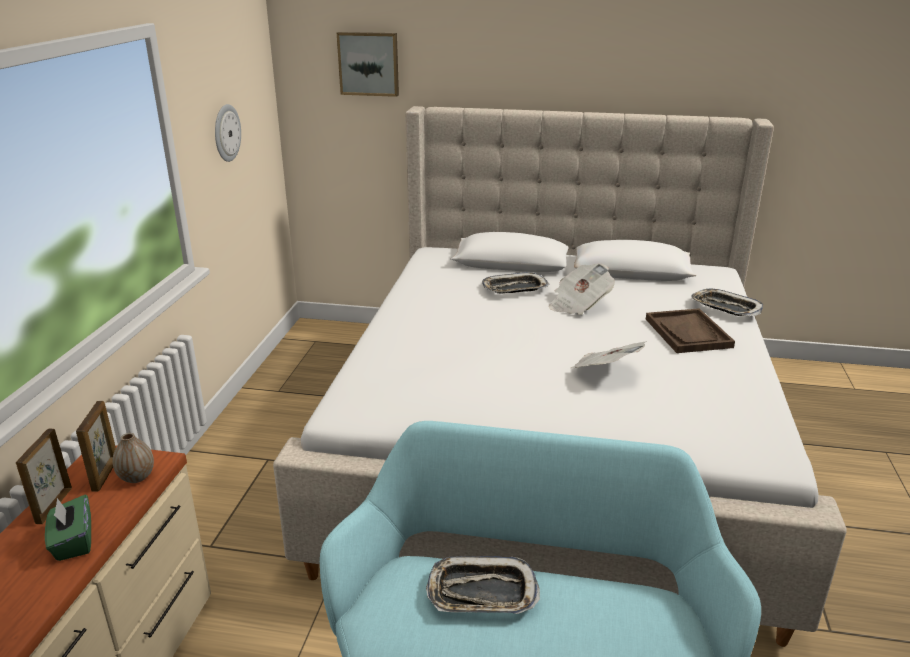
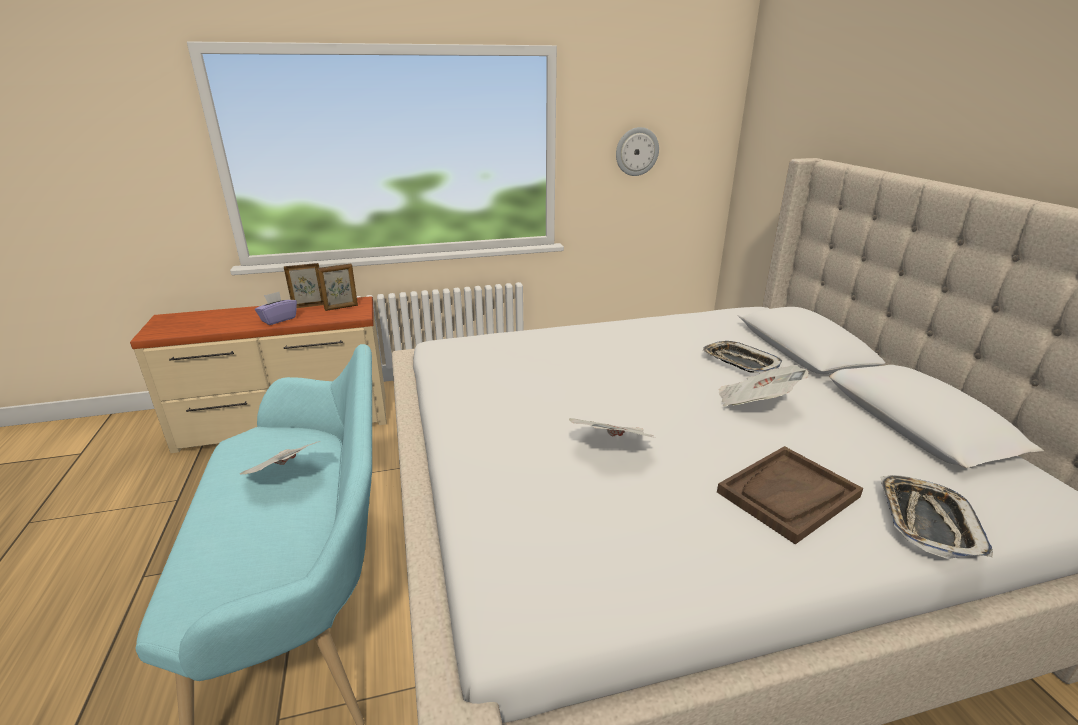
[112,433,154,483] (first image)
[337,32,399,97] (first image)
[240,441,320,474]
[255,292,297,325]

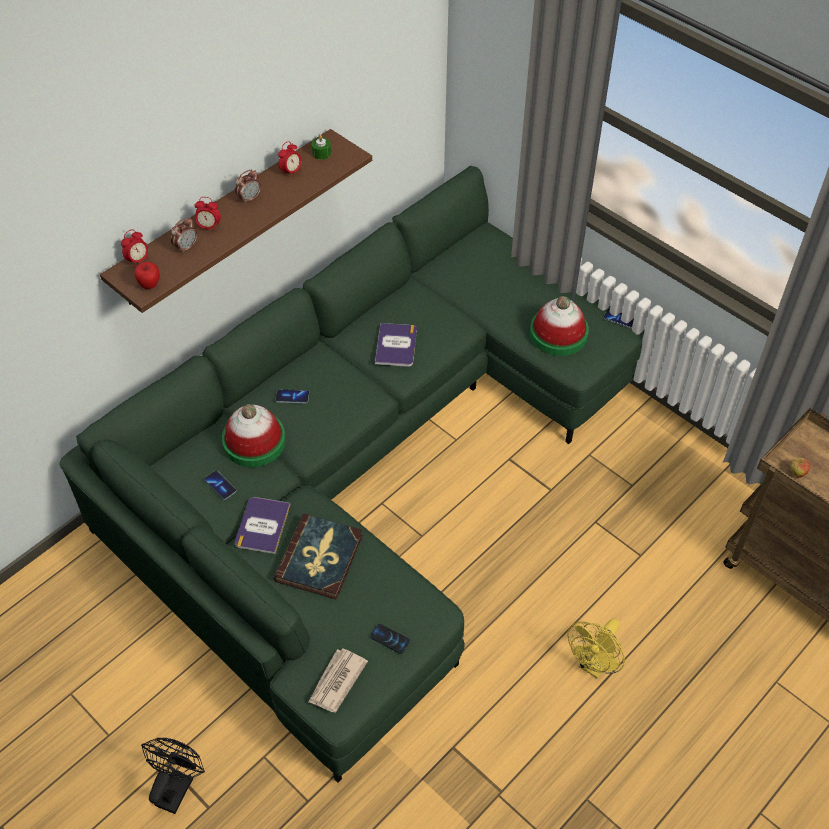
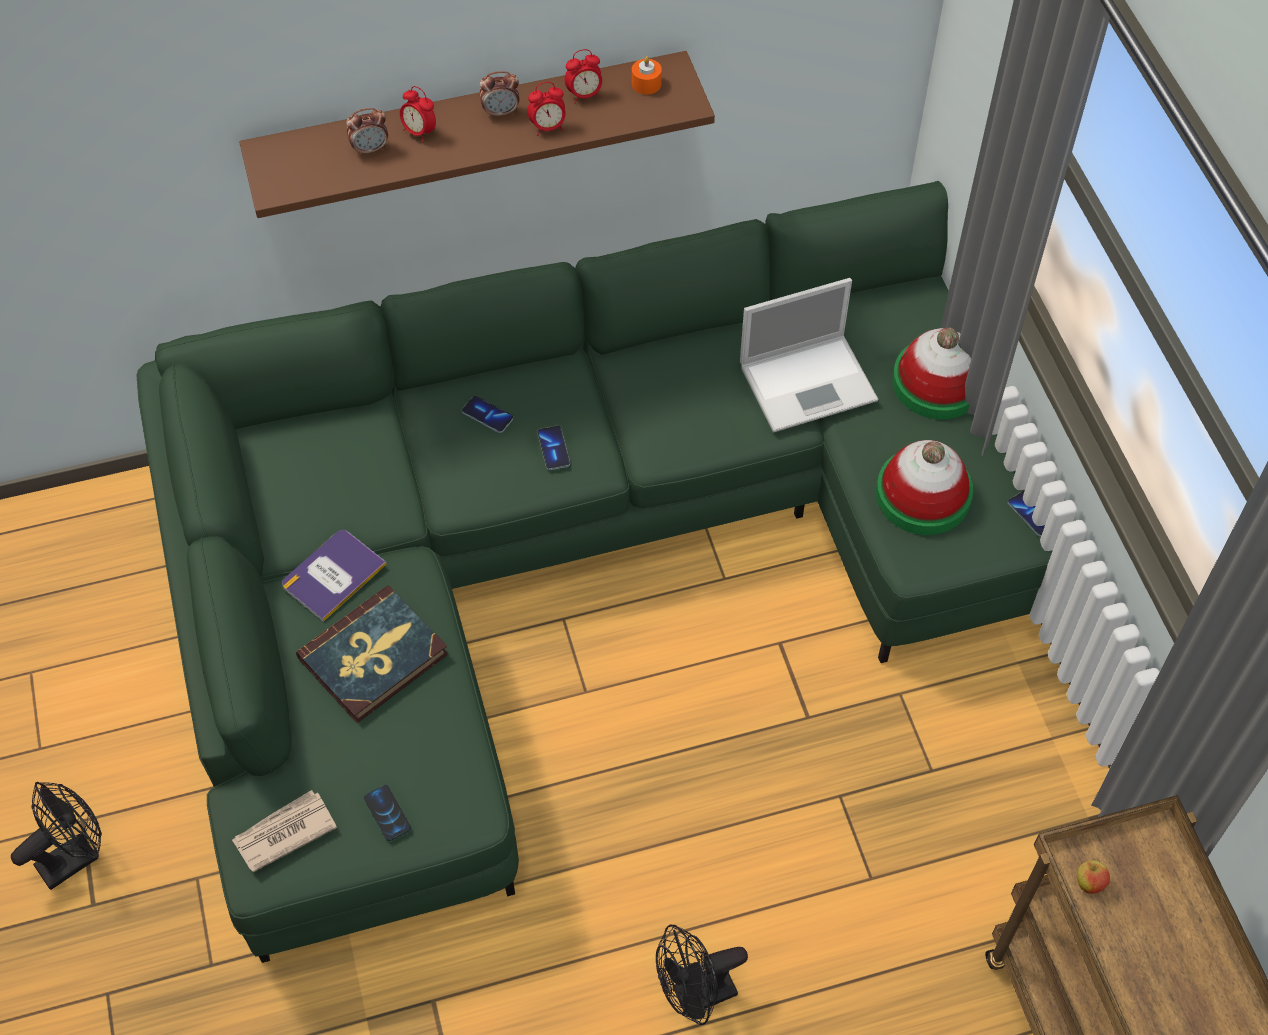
[134,262,160,289] (first image)
[375,323,417,367] (first image)
[740,278,878,432]
[527,82,566,136]
[537,426,570,470]
[892,327,971,419]
[632,56,662,95]
[656,925,748,1025]

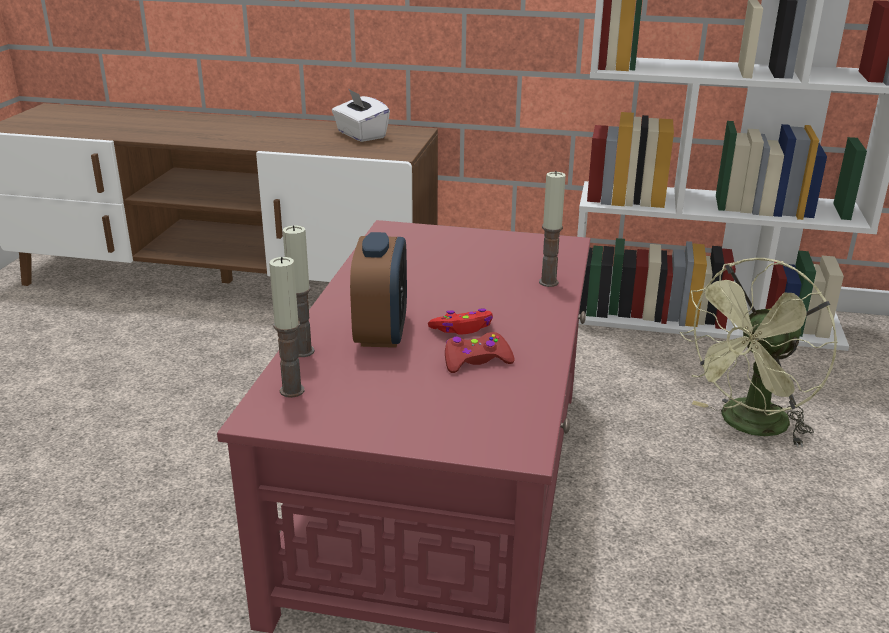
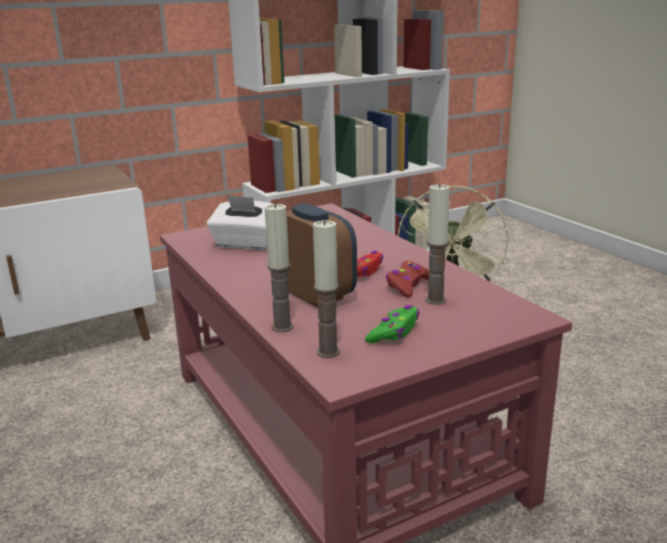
[365,305,419,343]
[207,195,273,250]
[425,183,450,305]

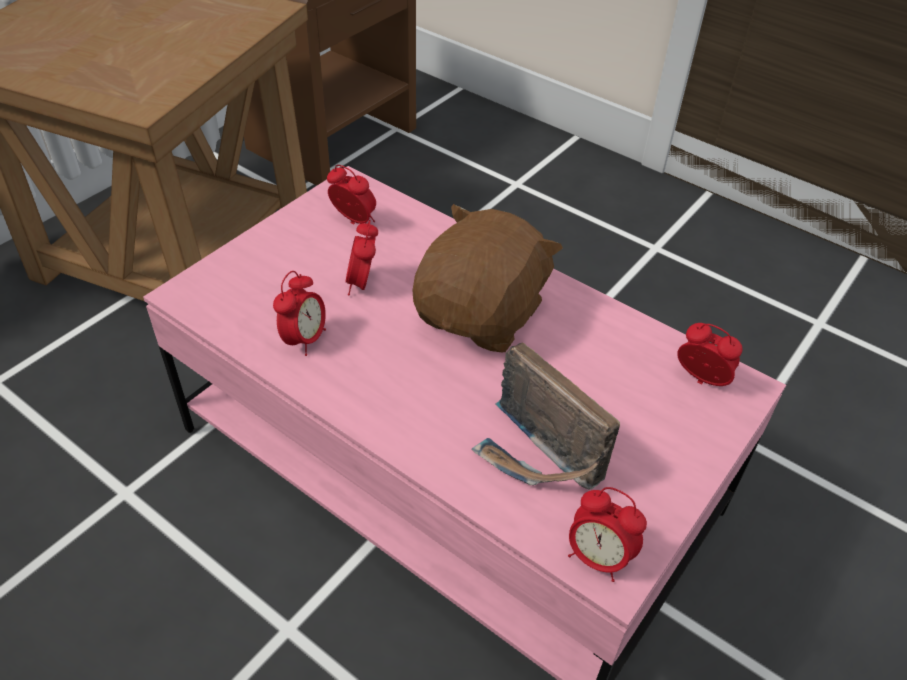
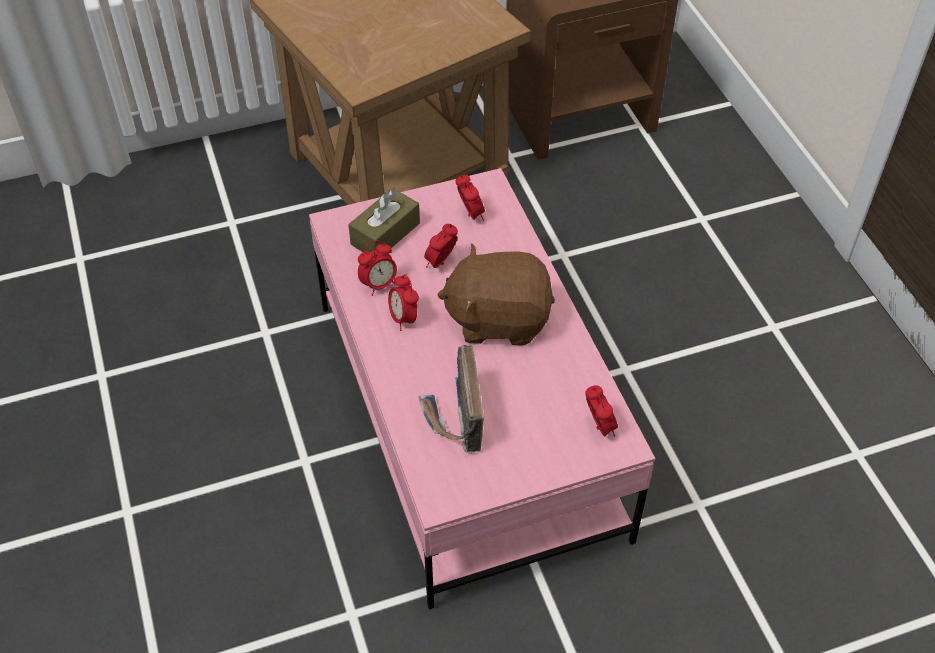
[348,188,420,252]
[388,274,419,331]
[437,243,555,346]

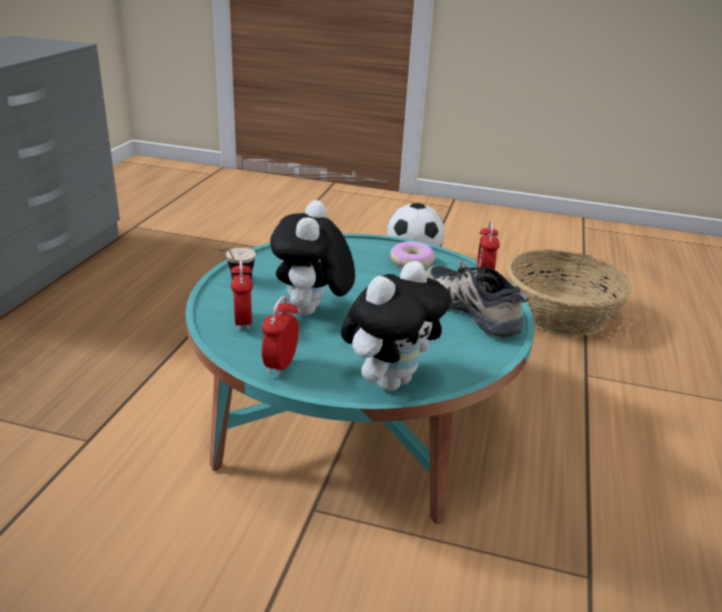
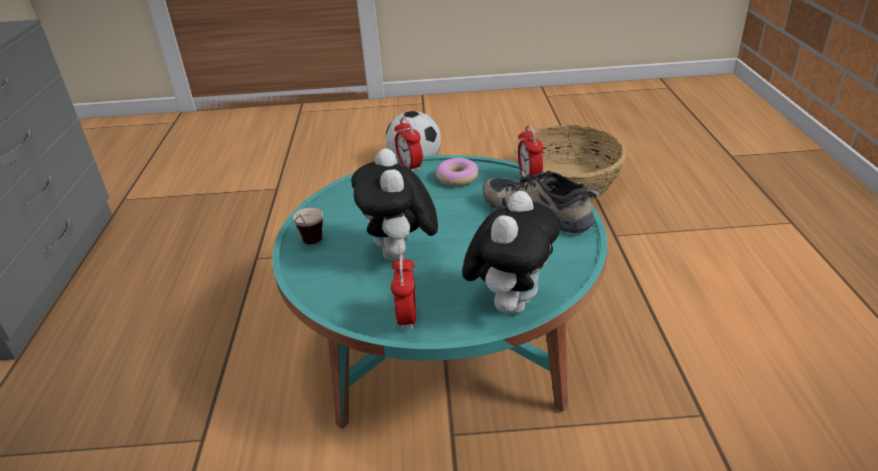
[394,117,423,171]

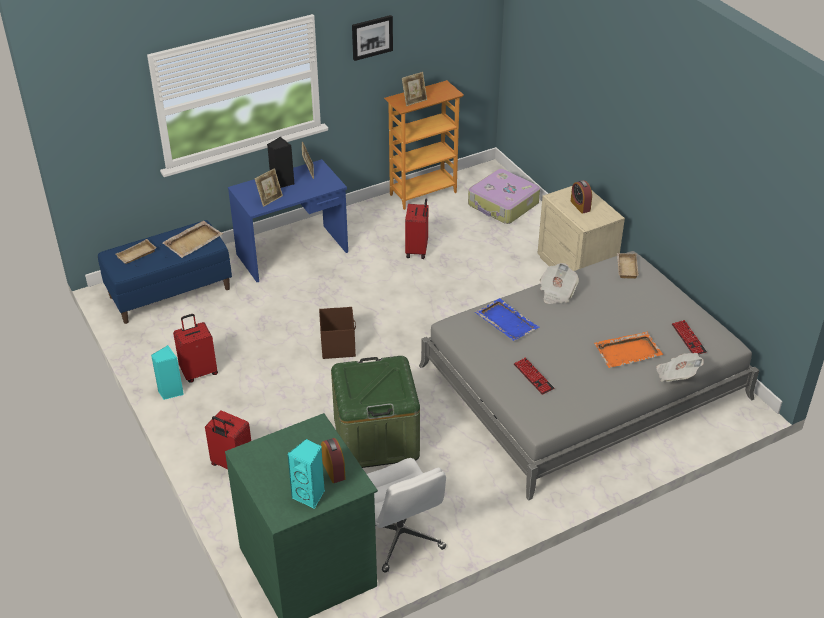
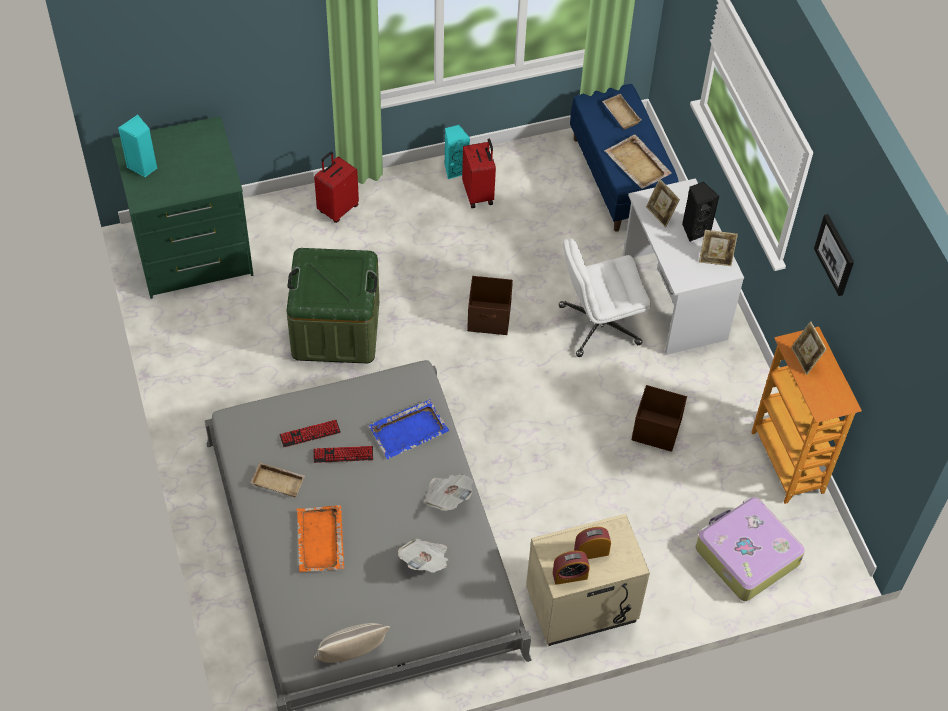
[314,623,390,663]
[553,551,590,585]
[559,238,651,357]
[251,462,305,497]
[398,539,448,573]
[313,446,373,463]
[632,385,687,452]
[623,178,744,355]

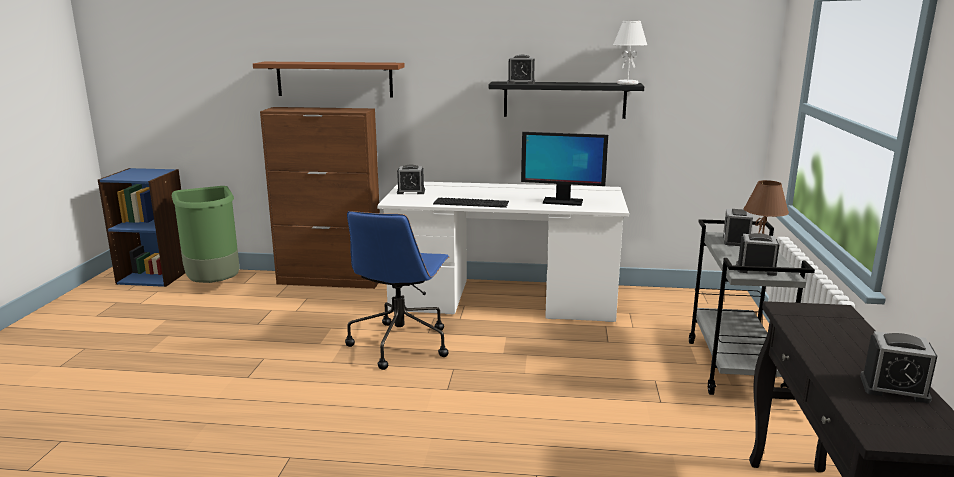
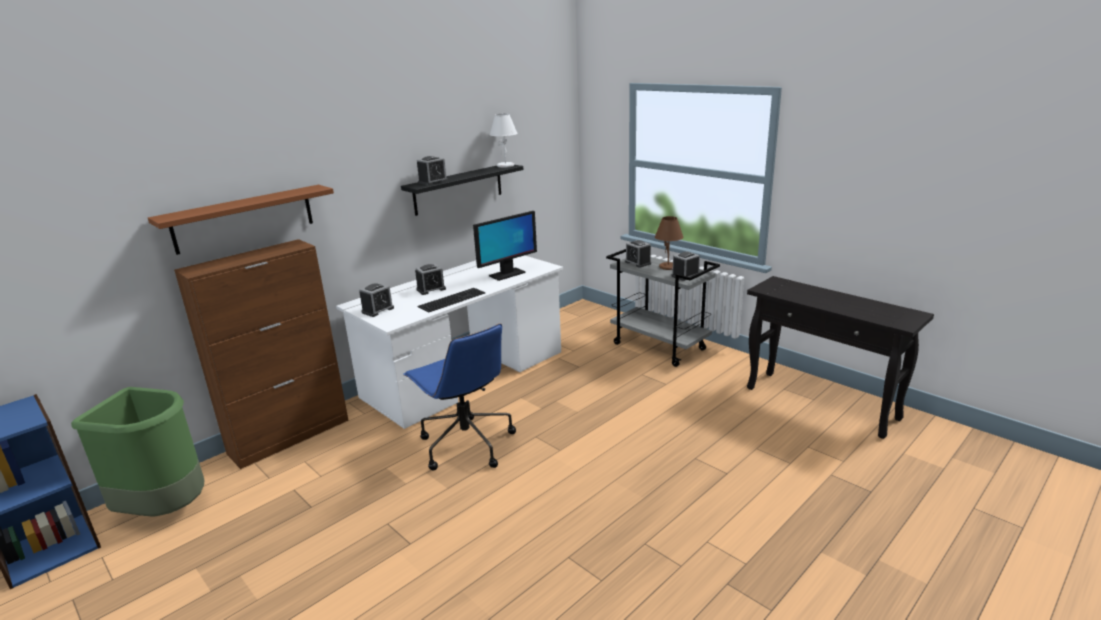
[415,264,446,295]

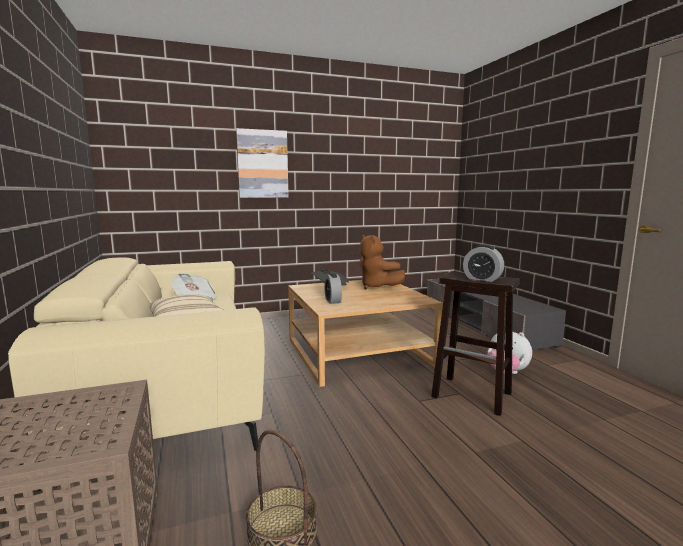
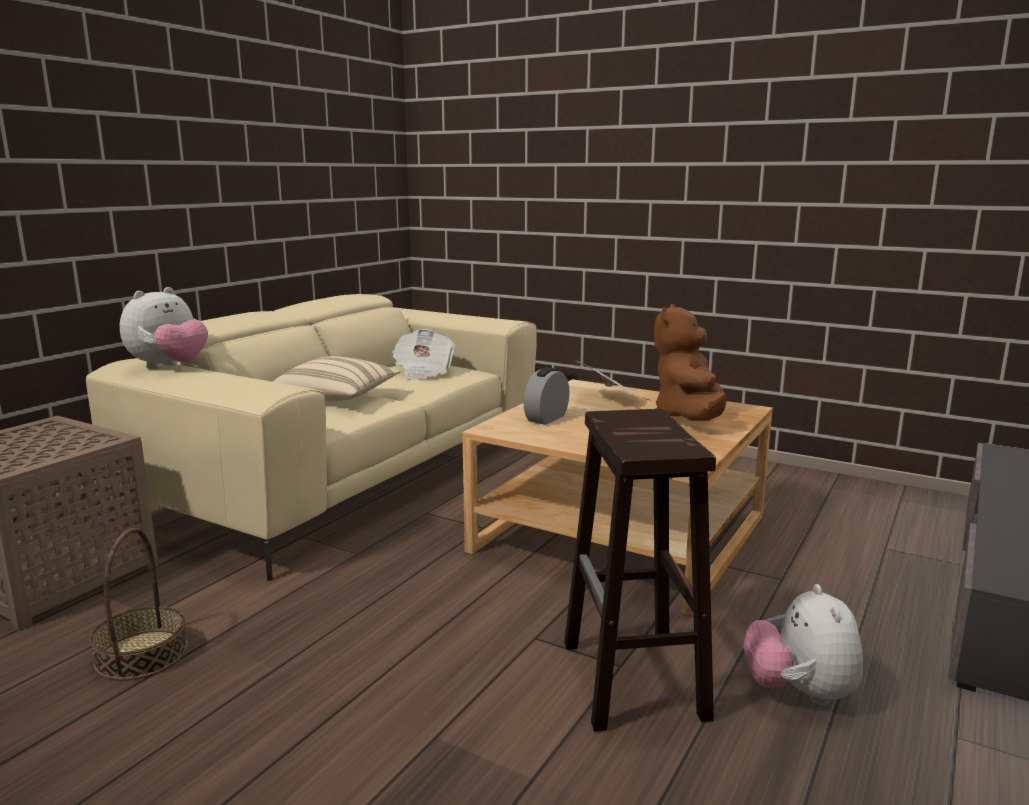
[236,128,289,198] (first image)
[463,245,504,282] (first image)
[120,287,208,369]

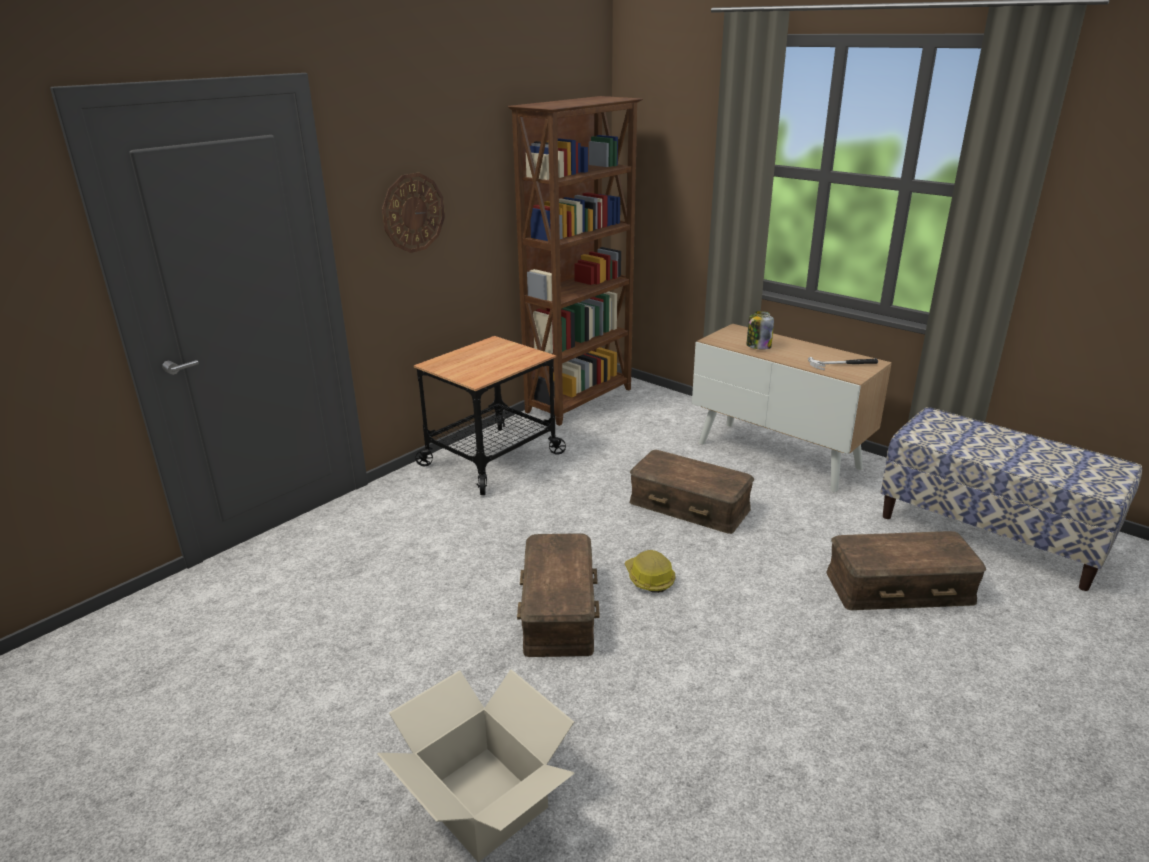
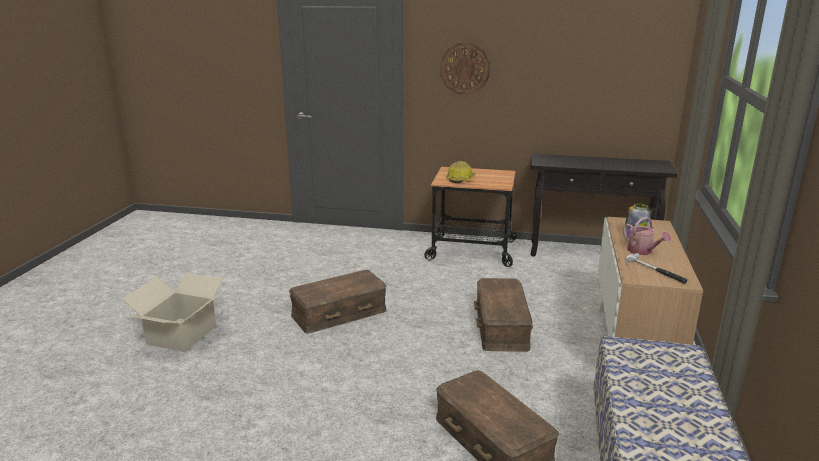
[623,217,671,255]
[446,161,476,183]
[531,154,677,257]

